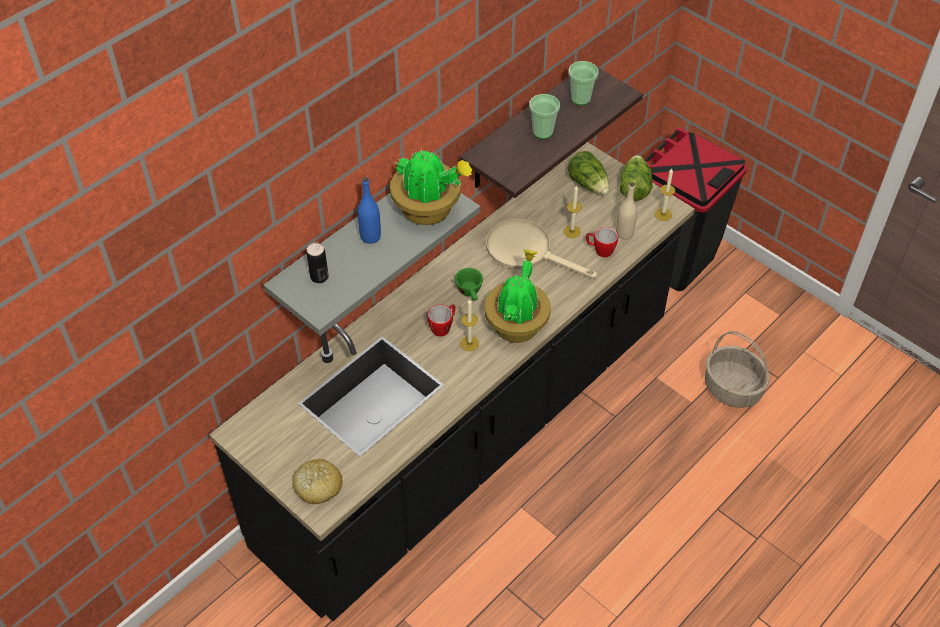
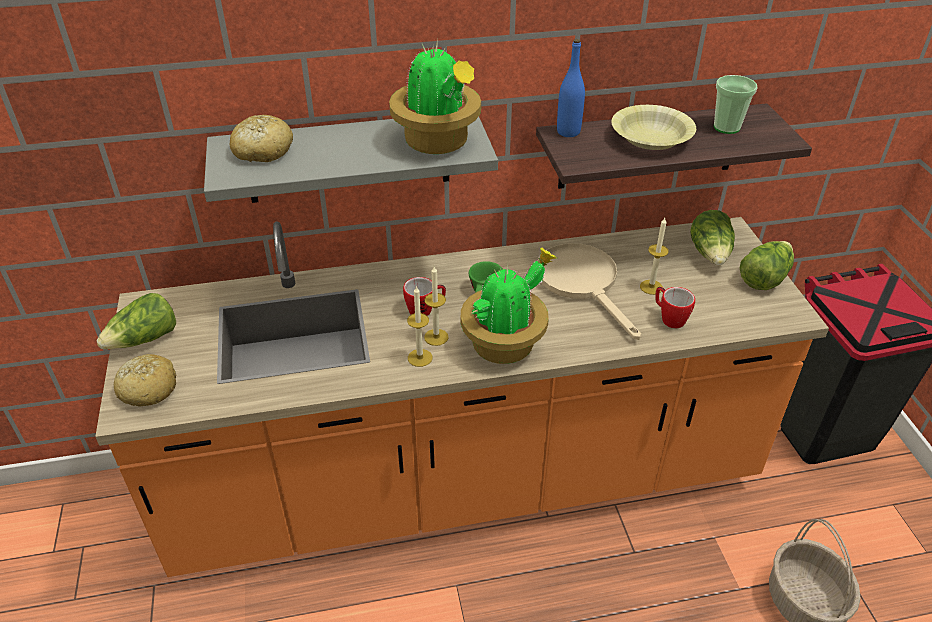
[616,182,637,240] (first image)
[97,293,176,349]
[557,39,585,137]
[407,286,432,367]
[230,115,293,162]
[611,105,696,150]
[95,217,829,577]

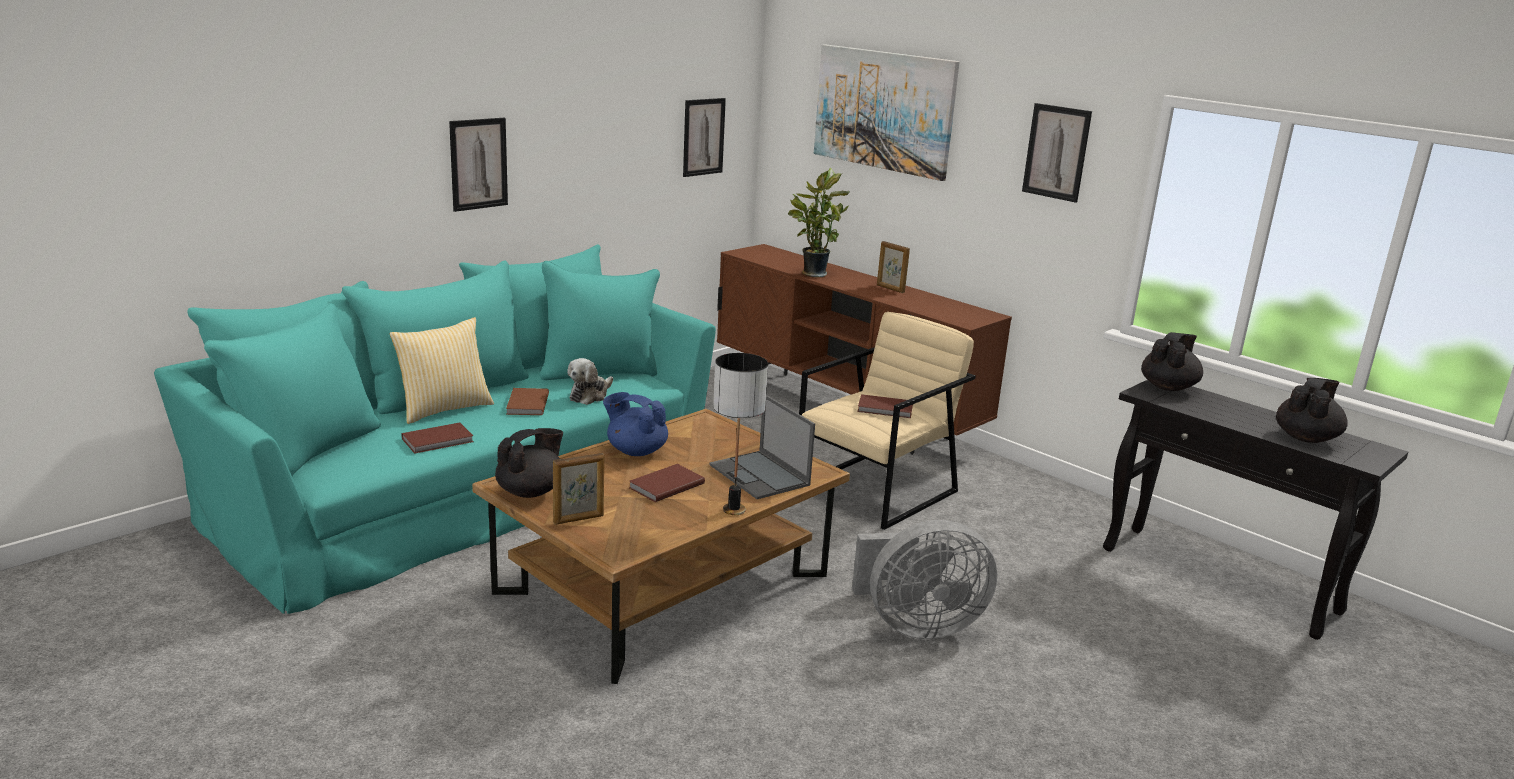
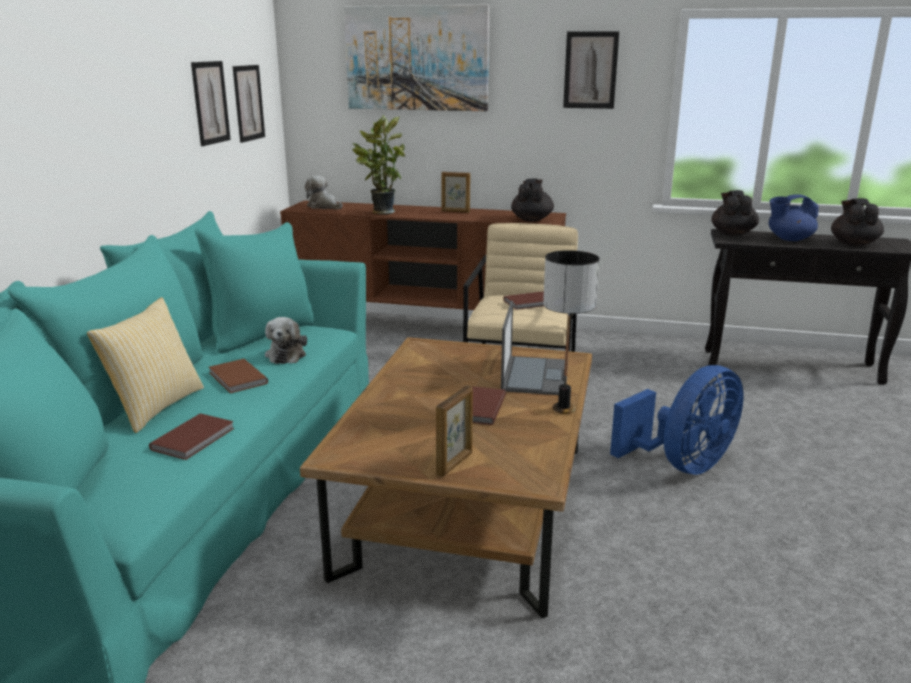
[305,175,343,209]
[191,61,231,146]
[511,179,554,221]
[769,194,819,241]
[610,365,743,475]
[501,301,568,395]

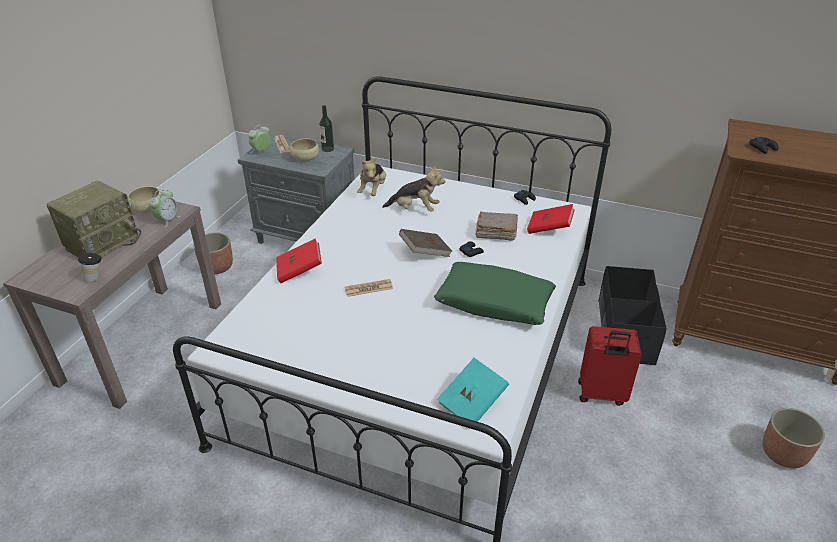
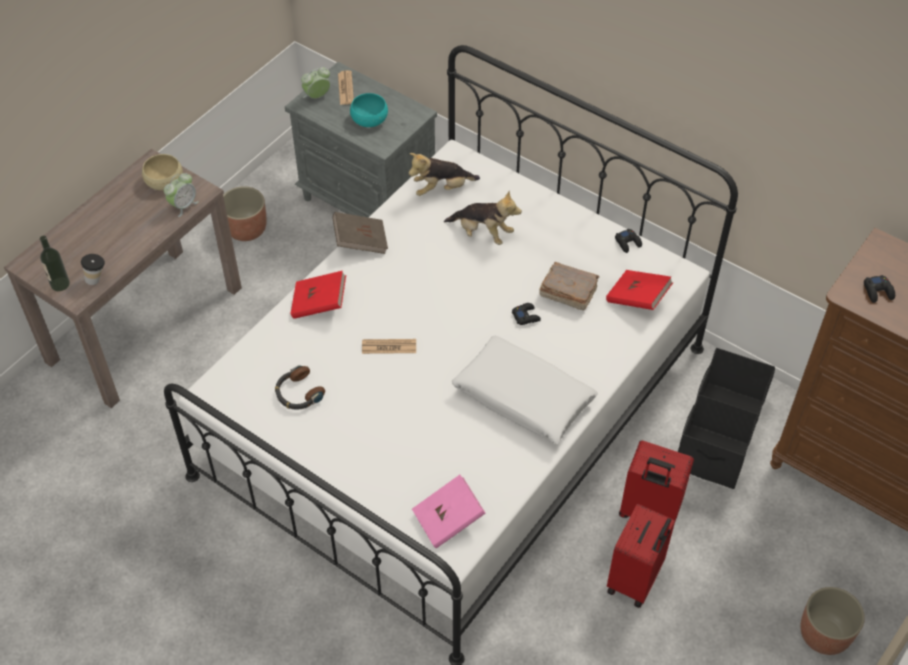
[47,181,141,258] (first image)
[275,365,325,410]
[607,504,675,608]
[40,236,70,291]
[332,212,388,254]
[350,93,388,127]
[452,336,598,444]
[412,475,486,548]
[408,153,480,196]

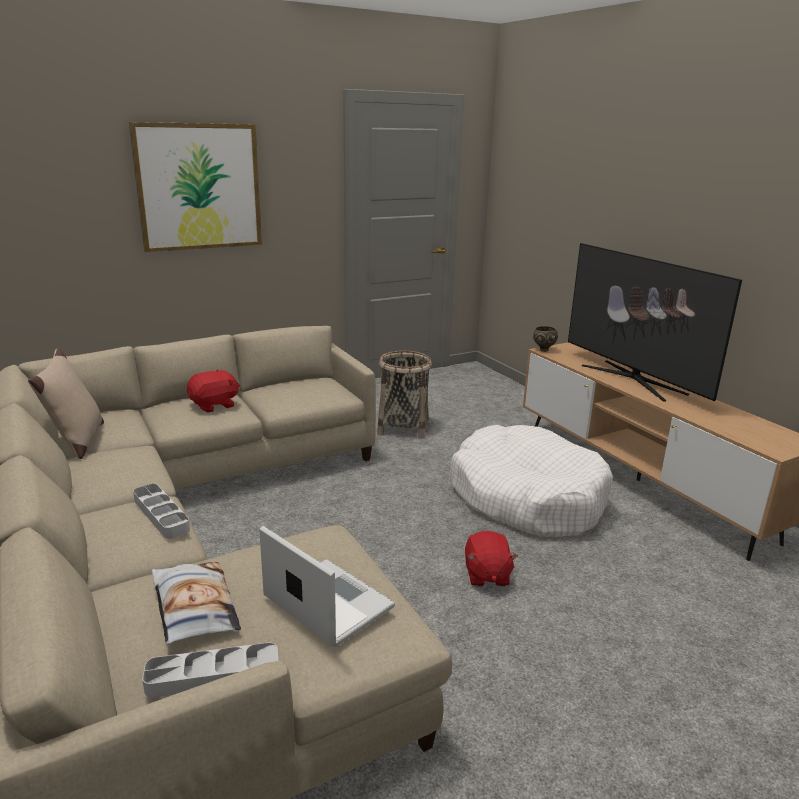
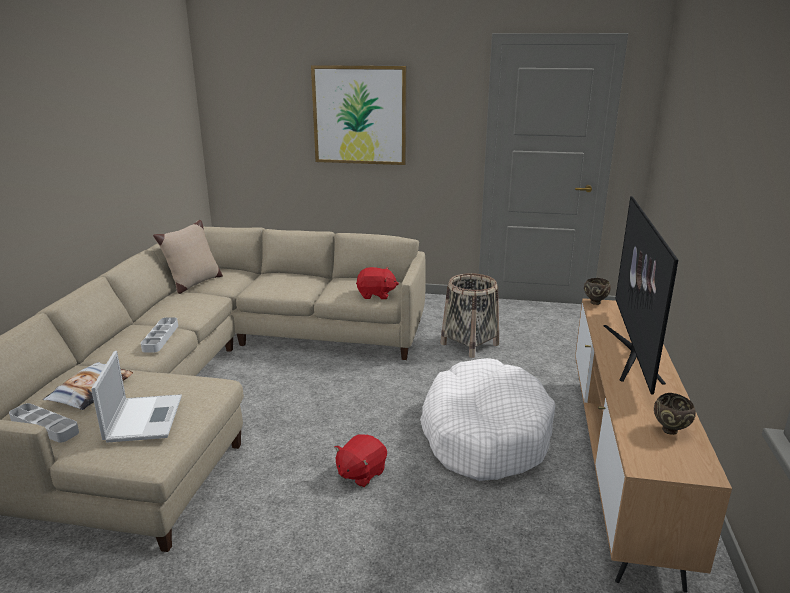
[654,393,696,435]
[356,267,399,299]

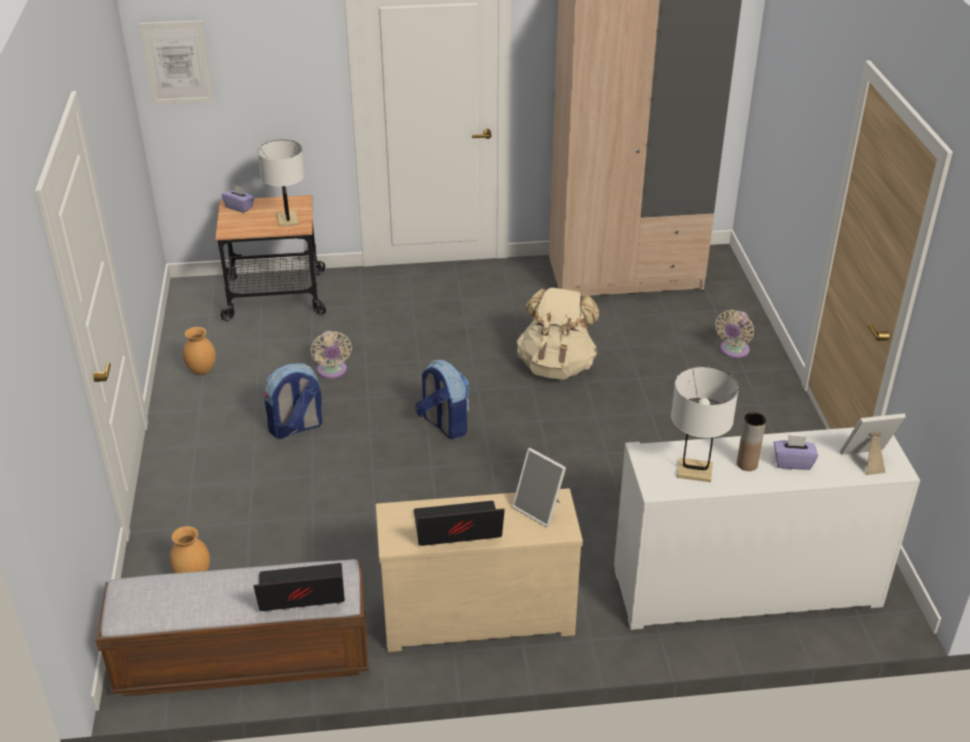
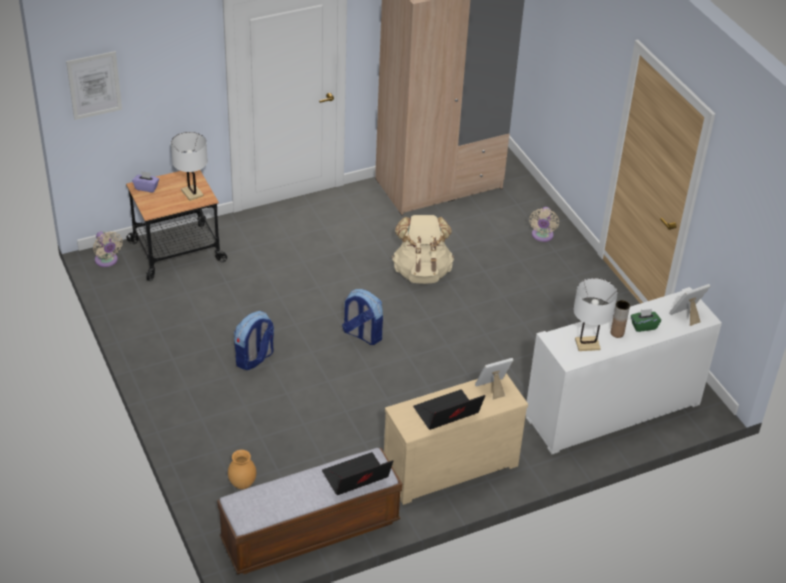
[183,327,216,375] (first image)
[93,231,123,267]
[631,309,661,332]
[475,358,513,400]

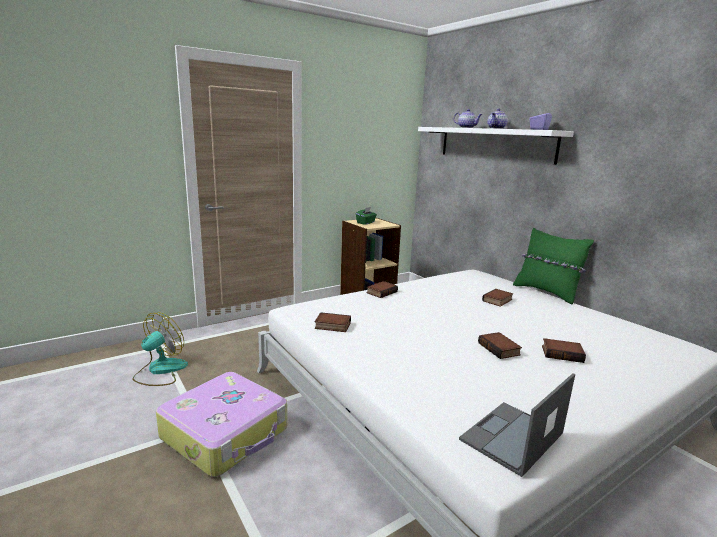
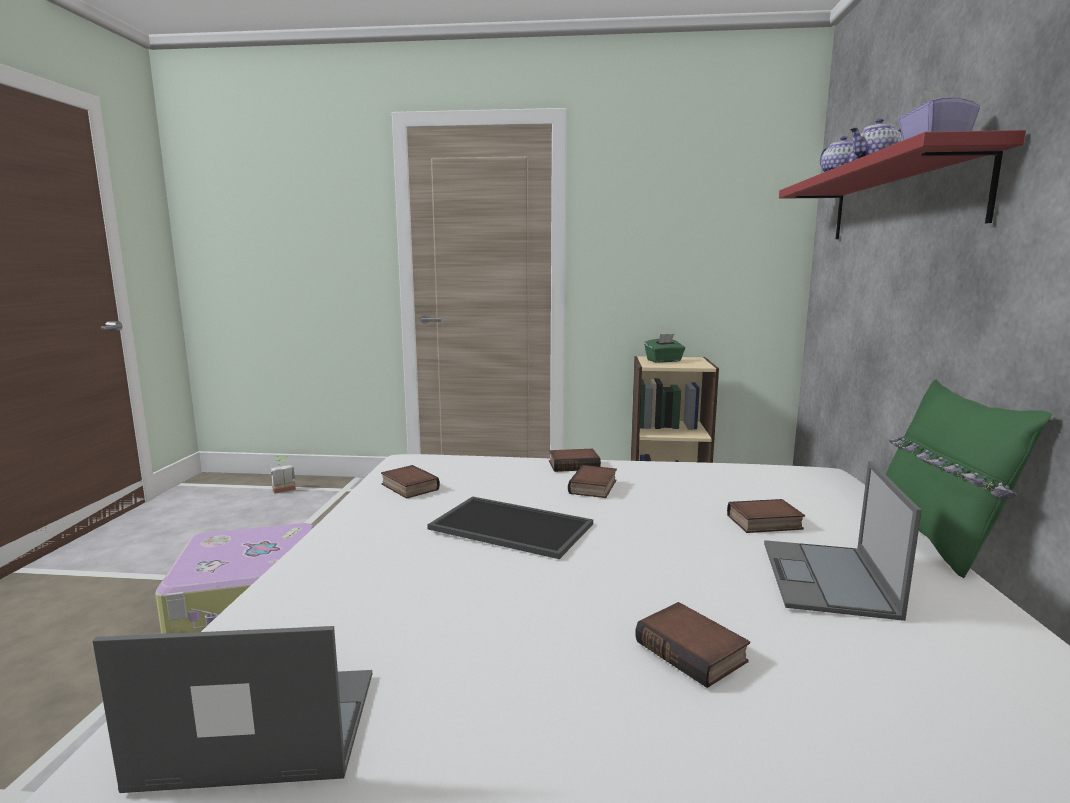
[133,312,188,386] (first image)
[271,455,296,494]
[427,496,593,559]
[764,461,922,621]
[568,465,617,498]
[779,130,1026,239]

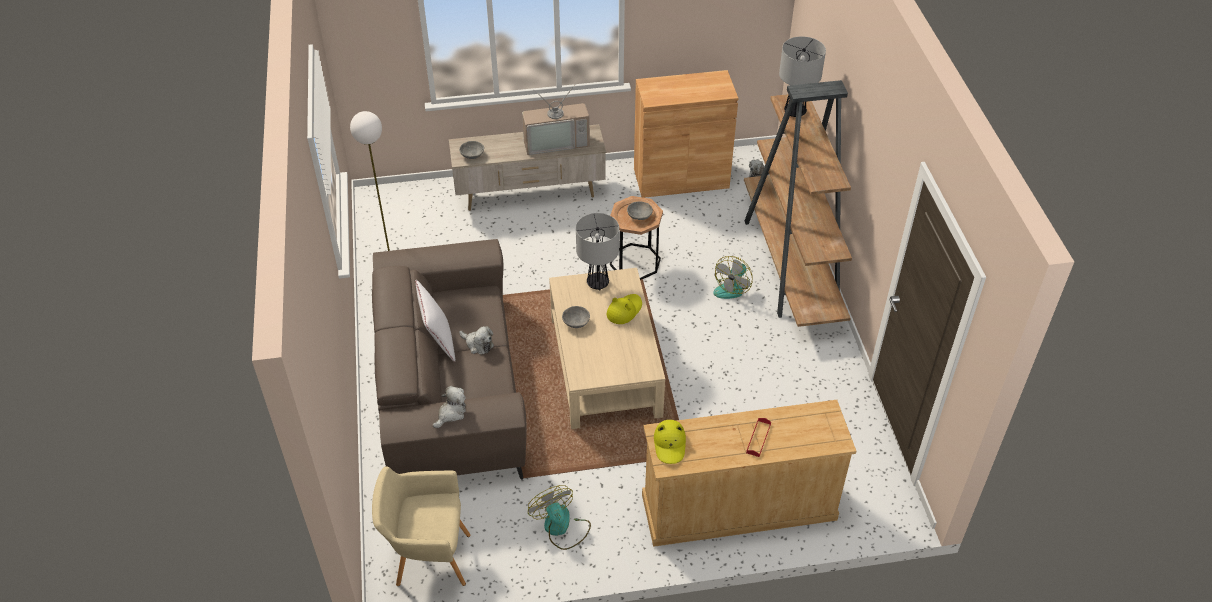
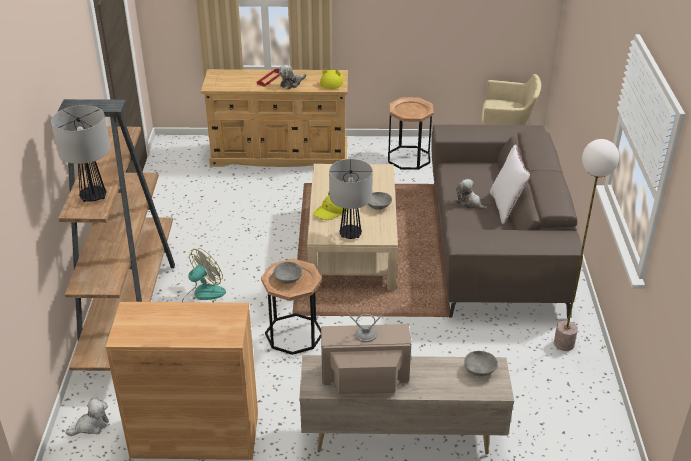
[279,65,307,89]
[388,97,434,170]

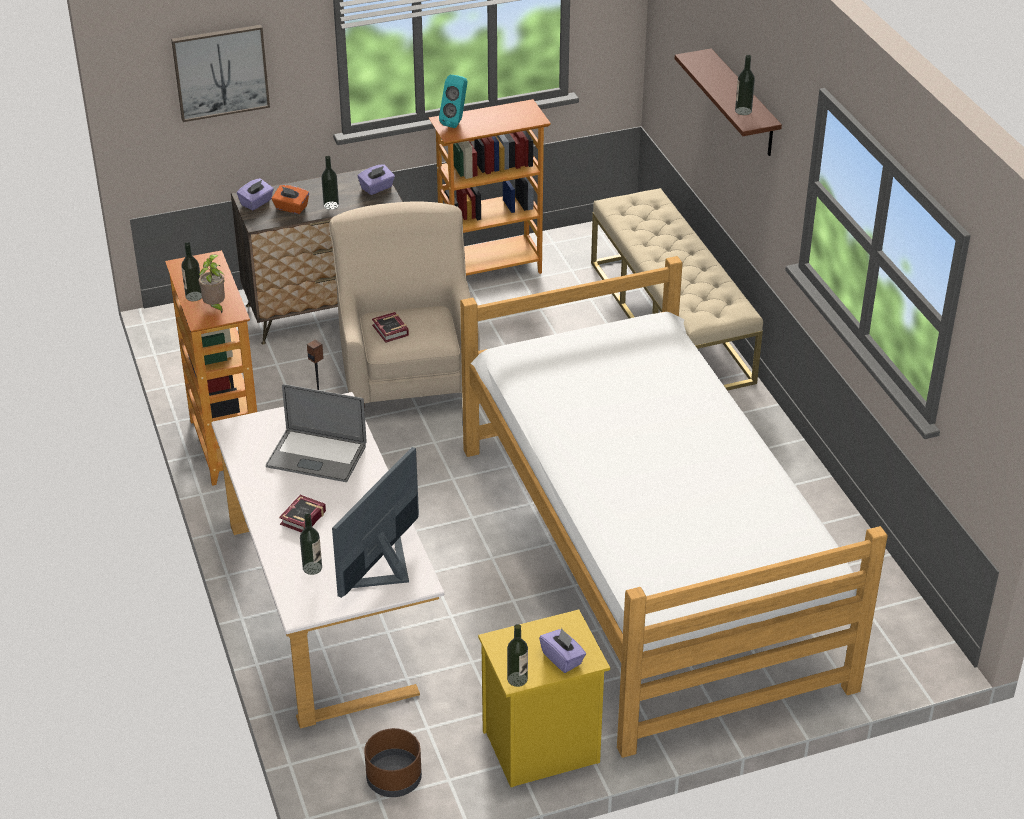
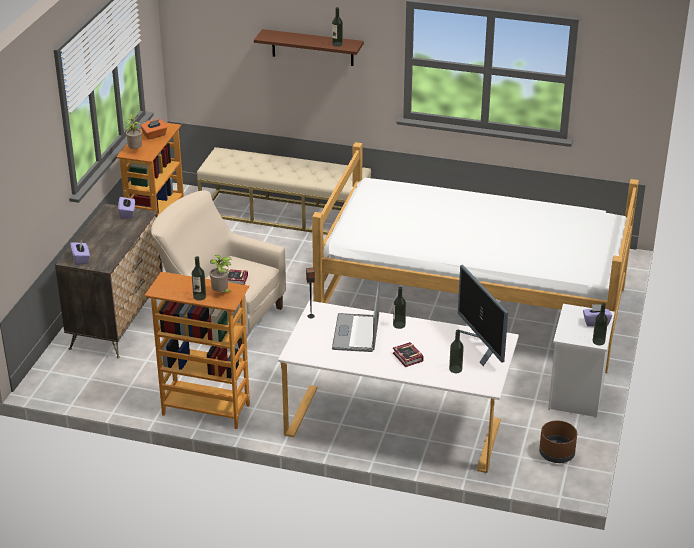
[171,25,270,122] (first image)
[141,119,167,139]
[393,287,406,329]
[125,114,142,149]
[548,304,615,417]
[332,283,380,352]

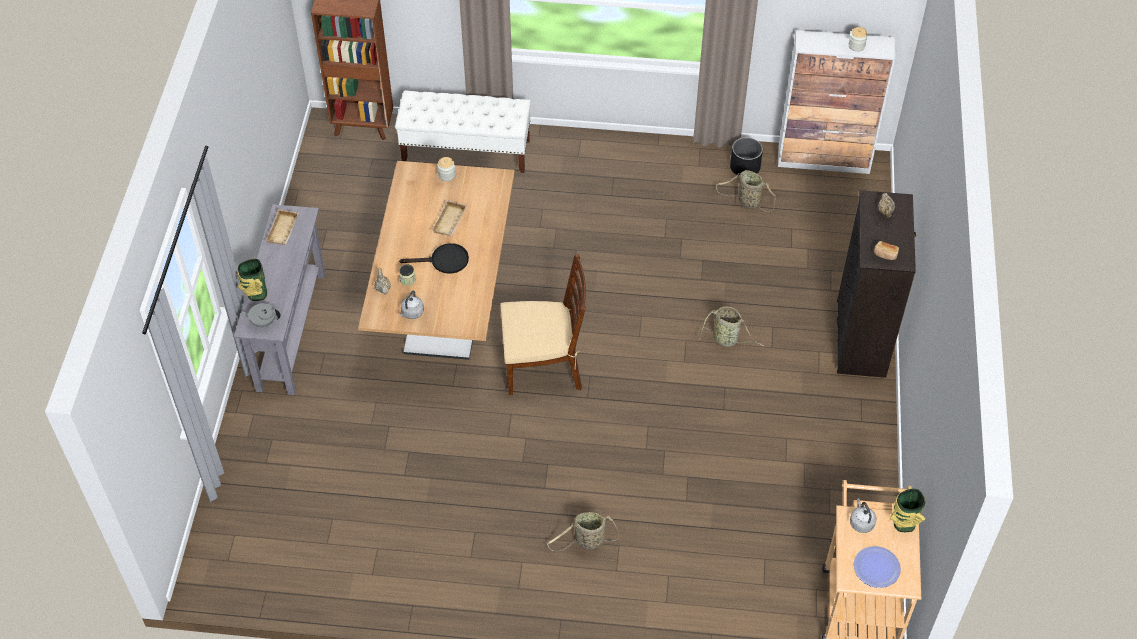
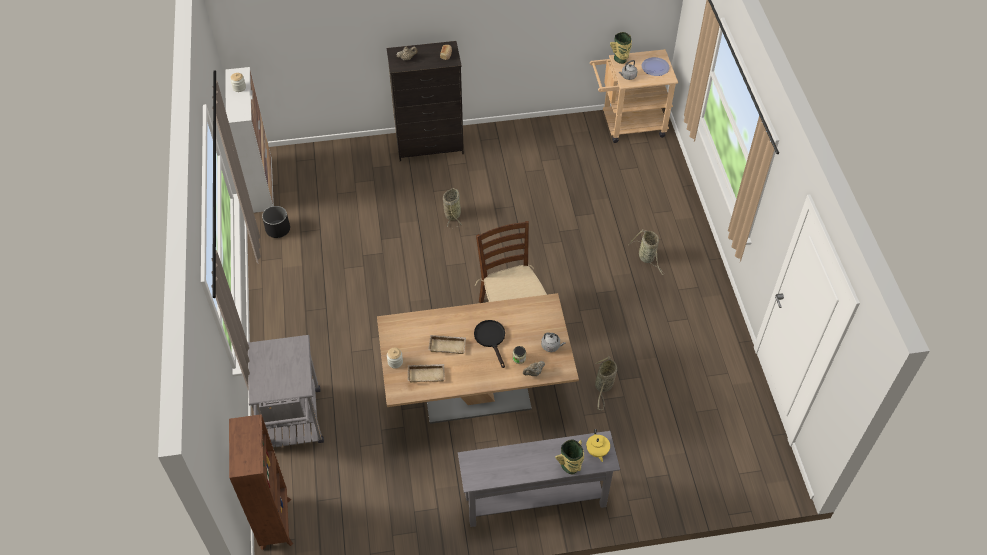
[407,364,445,382]
[595,356,617,410]
[248,335,324,448]
[586,429,610,462]

